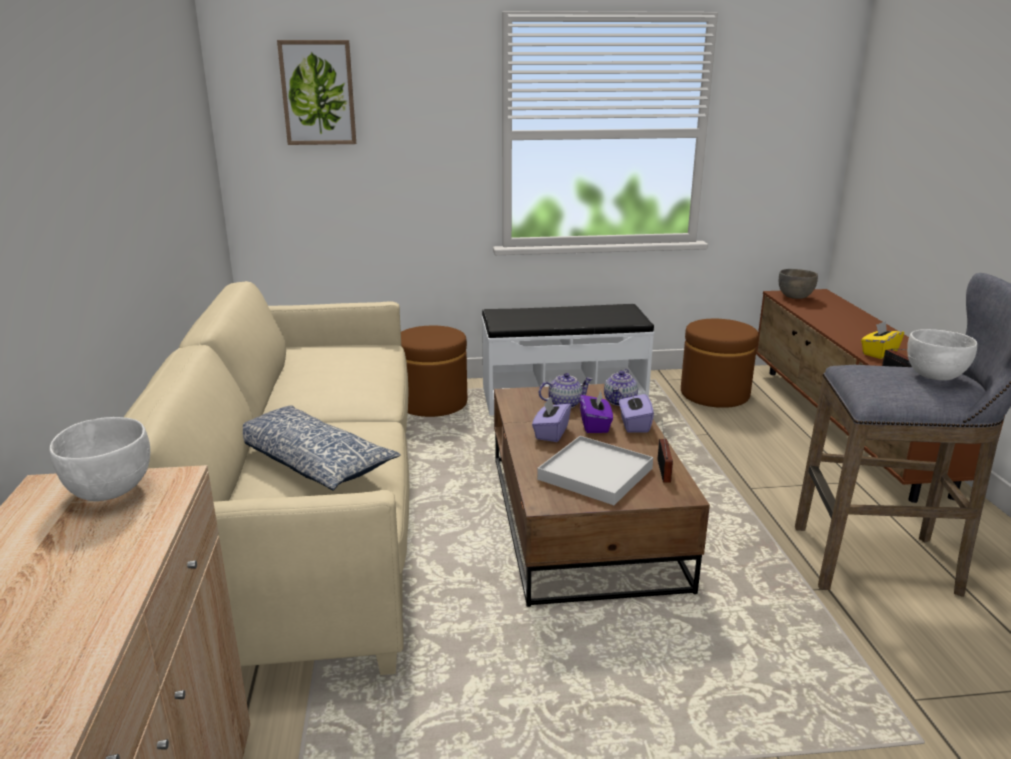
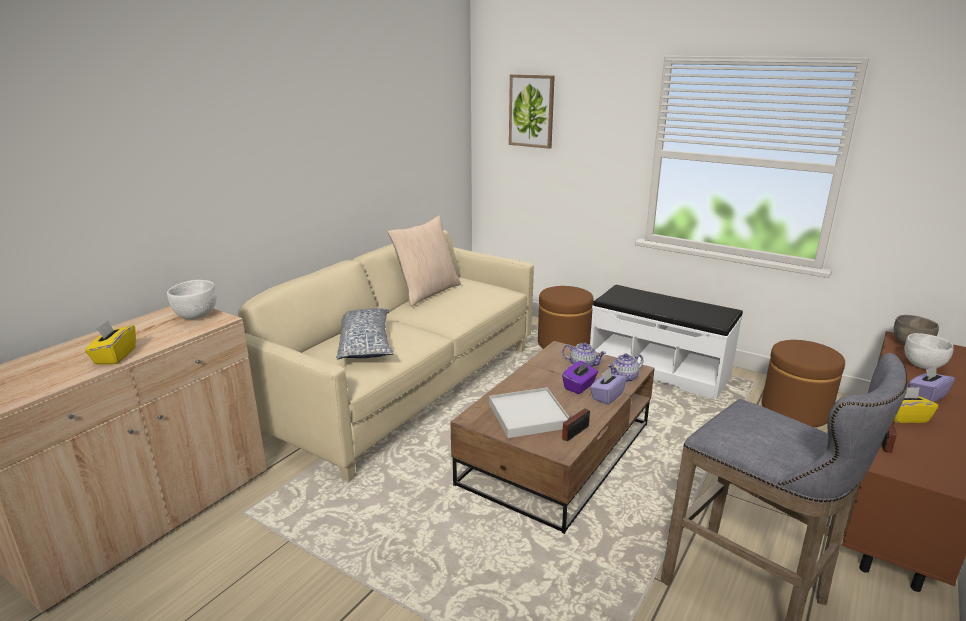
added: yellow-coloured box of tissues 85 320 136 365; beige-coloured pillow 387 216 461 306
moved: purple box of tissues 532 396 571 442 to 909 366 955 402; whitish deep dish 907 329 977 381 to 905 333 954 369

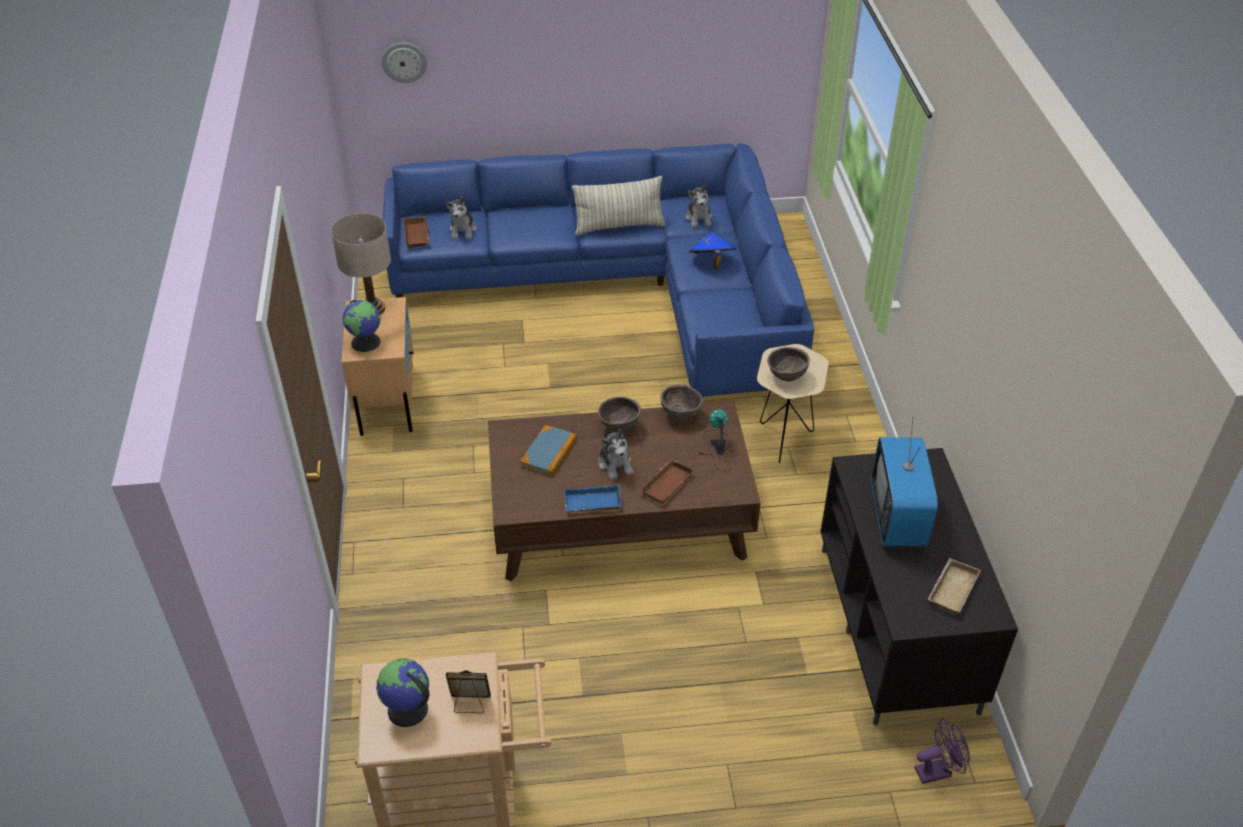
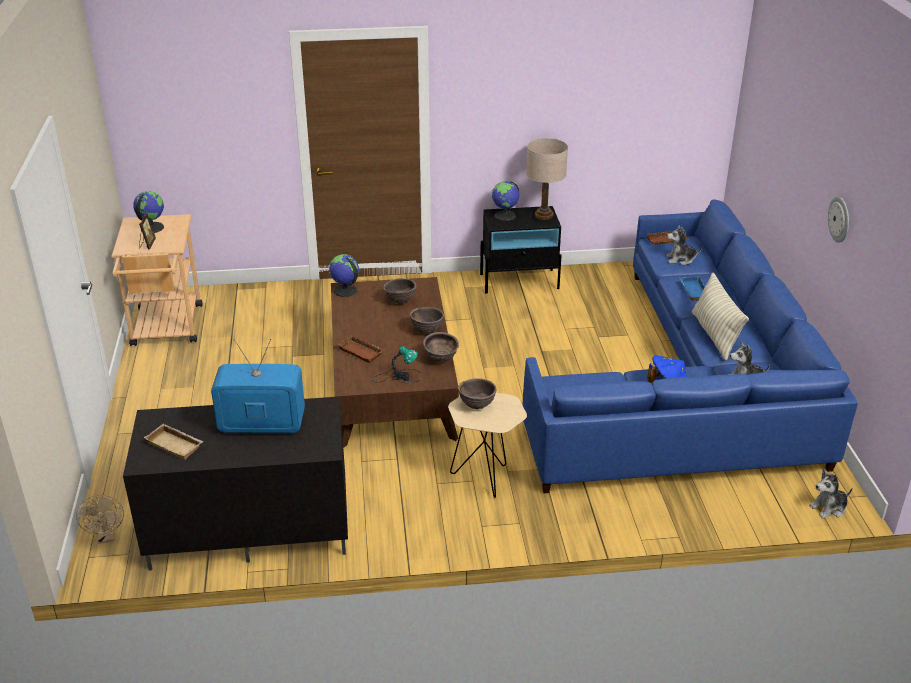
added: globe 329 254 359 297
moved: clock on the wall 382 42 427 83 to 828 196 849 243; blue carrying tray 564 484 622 512 to 680 276 705 301; plush toy 598 429 633 480 to 809 469 853 519
replaced: bound book 520 425 577 477 to brown deep dish 383 278 417 304
recoloured: beige-coloured bedside table 342 297 414 436 to blackish bedside table 480 206 562 294; purple cooling fan 915 719 970 784 to beige-coloured cooling fan 76 495 124 544

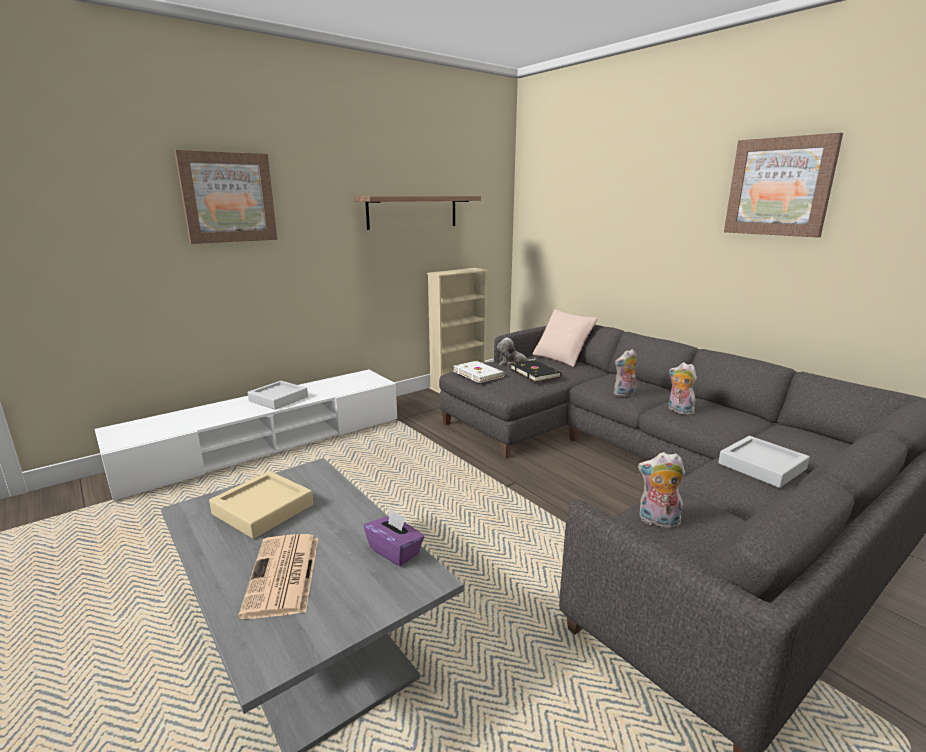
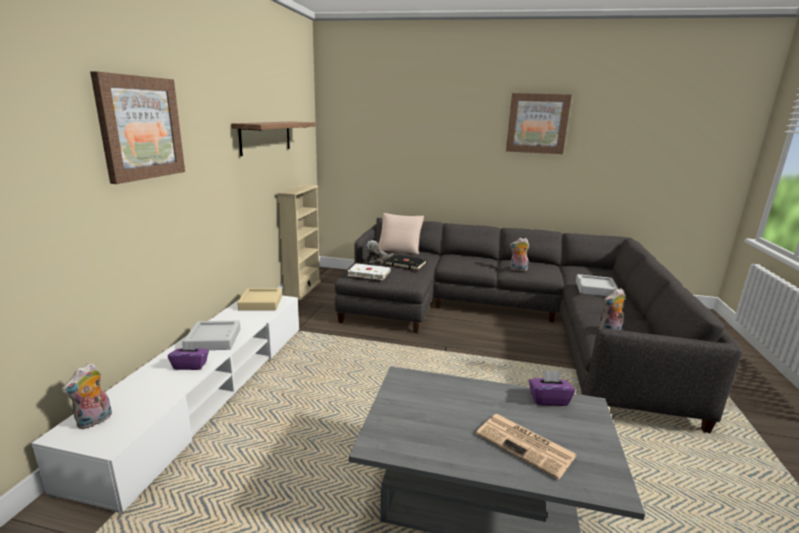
added: purple box of tissues 168 341 209 370
moved: beige-coloured carrying tray 209 471 313 539 to 237 288 282 310; plush toy 614 349 637 397 to 61 363 112 429

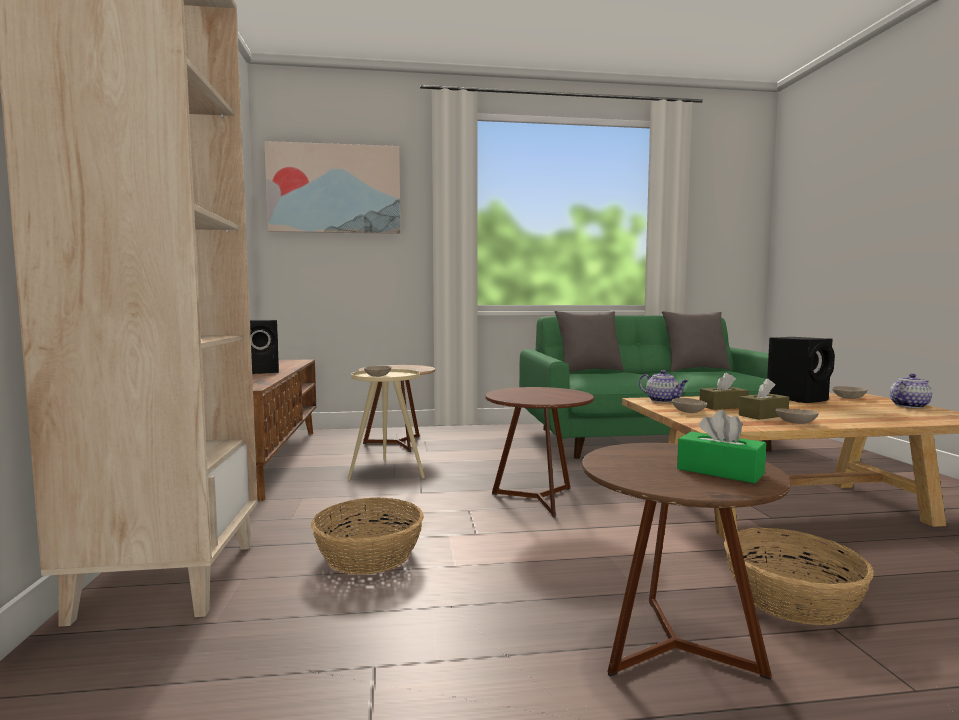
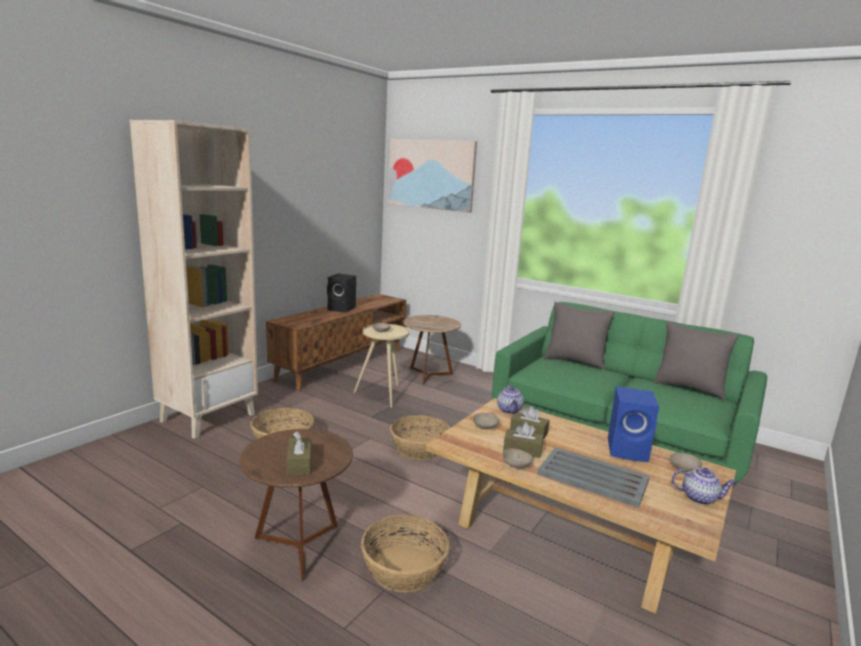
added: greyish carrying tray 537 447 650 508
replaced: brown accent table 485 387 594 518 to basket 390 415 450 460
recoloured: green box of tissues 677 410 766 484 to brown box of tissues 286 432 311 476; blackish loudspeaker 767 337 835 403 to blue loudspeaker 608 386 659 462

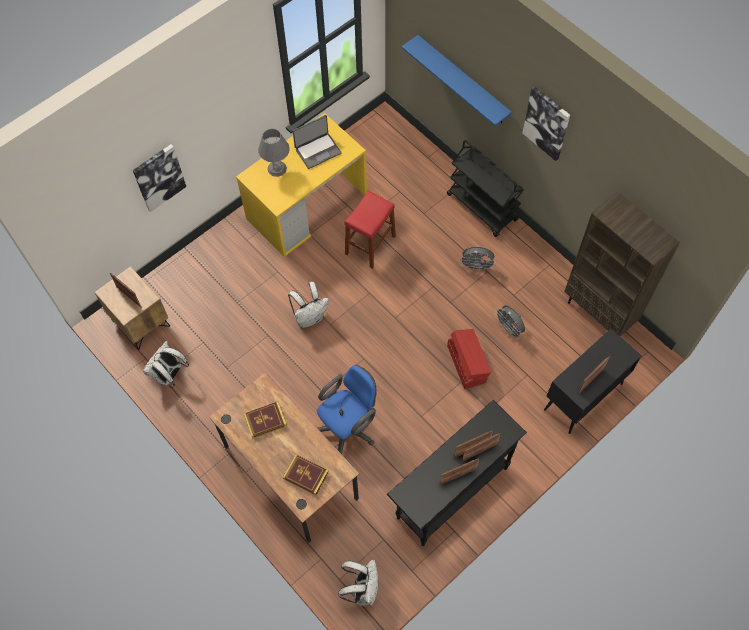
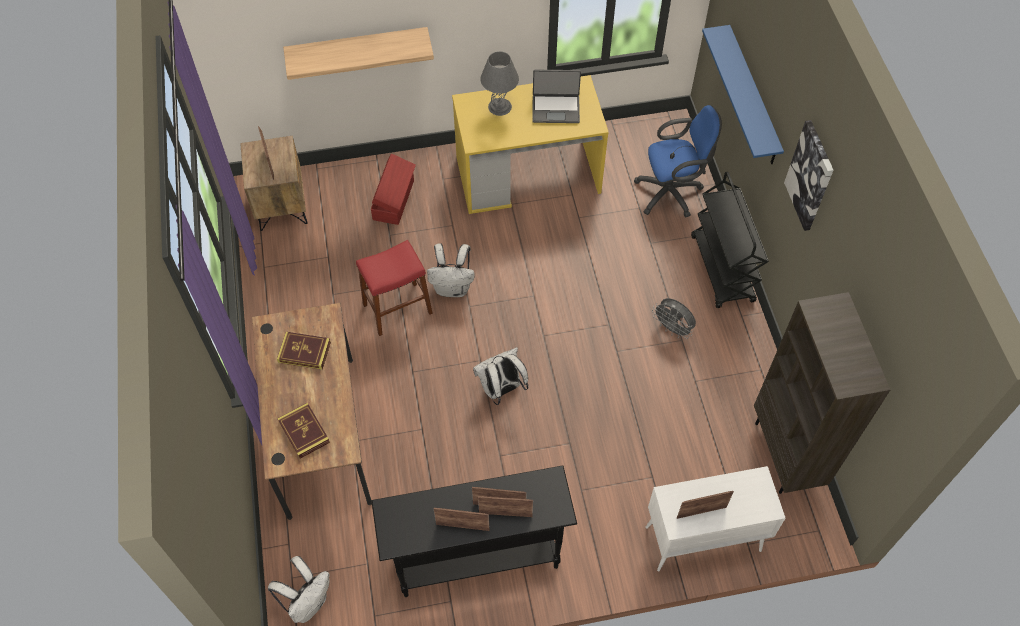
removed: greyish cooling fan 494 305 525 340
moved: whitish rucksack 143 341 189 388 to 473 347 528 405; blue desk chair 317 365 376 454 to 634 105 722 217; red stool 344 191 396 269 to 356 240 433 336; red storage box 447 329 492 389 to 371 153 416 225
replaced: wall art 133 144 186 212 to shelf 283 27 434 80
recoloured: blackish storage cabinet 544 329 642 434 to whitish storage cabinet 645 466 786 572

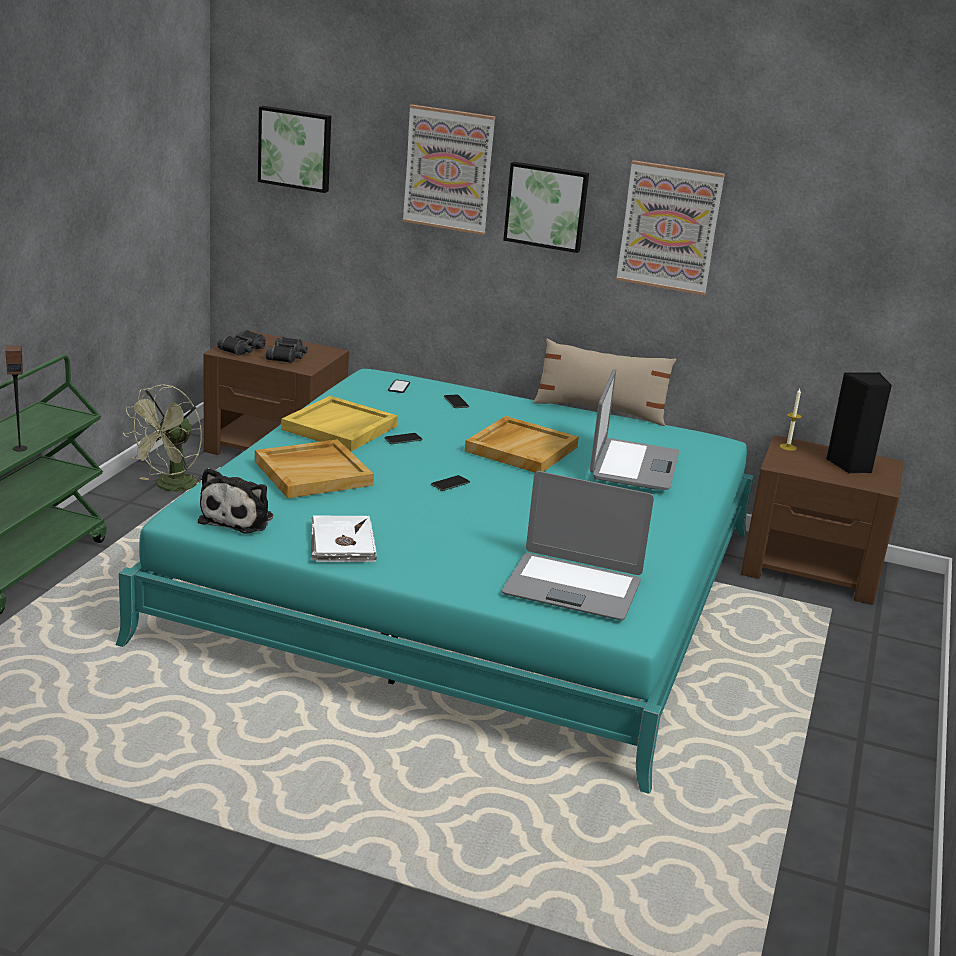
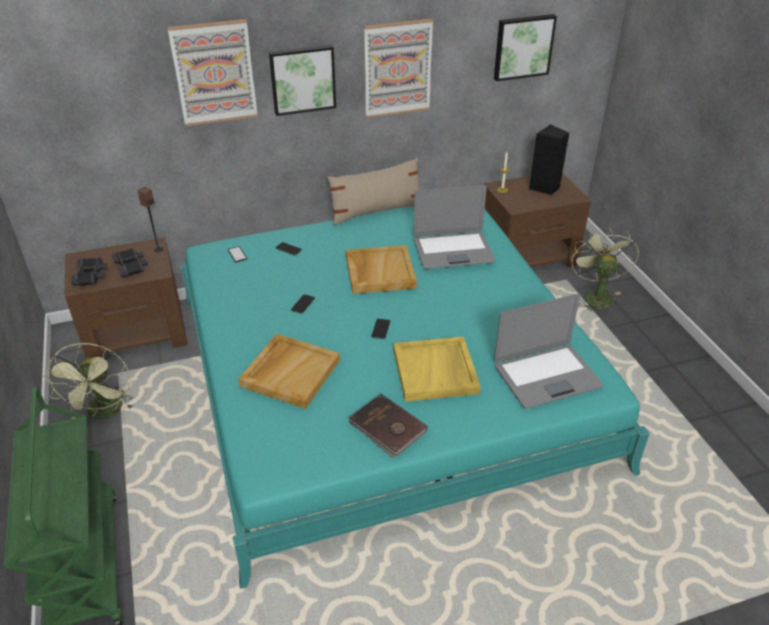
removed: plush toy 198 468 273 534
added: green cooling fan 571 227 639 314
moved: loudspeaker 6 346 27 451 to 137 187 163 252; wall art 258 106 331 193 to 494 14 557 81; yellow-coloured carrying tray 281 396 398 451 to 394 336 481 402
recoloured: whitish bound book 311 516 377 562 to brown bound book 348 394 427 458
turned: laptop 590 369 679 490 = 414 185 496 269 105 degrees clockwise

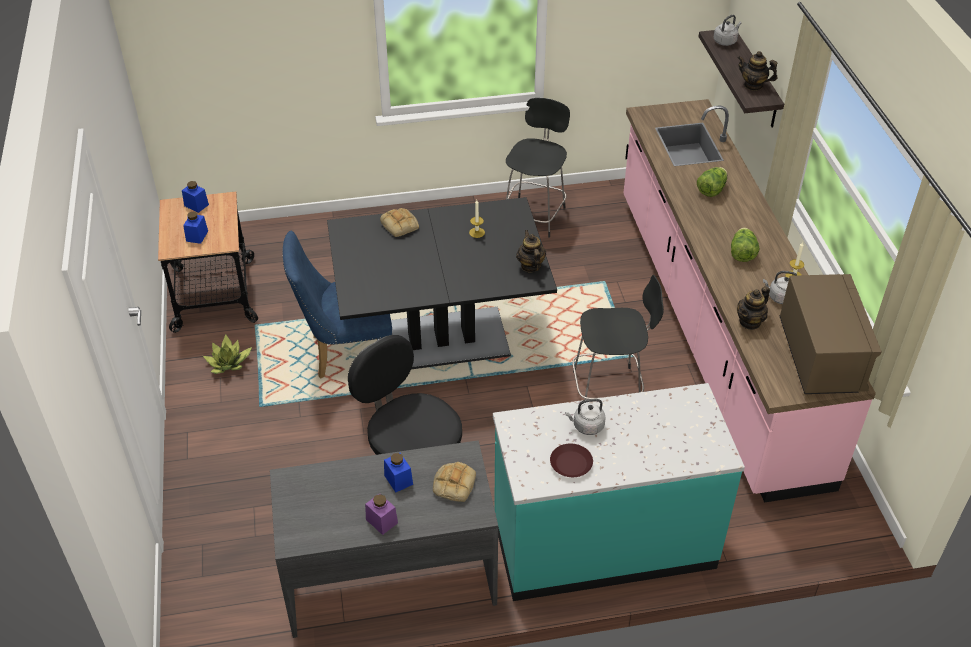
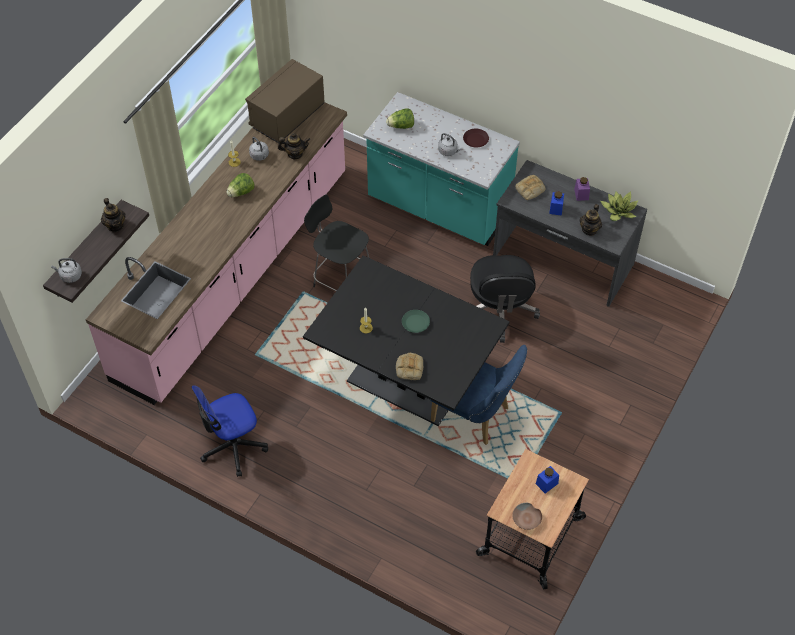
added: green flat dish 402 310 430 333
moved: plant in a pot 203 334 252 374 to 600 191 639 221; tea pot 516 230 546 272 to 580 204 602 236; head of lettuce 697 167 727 197 to 386 108 414 129
replaced: blue jar 182 181 209 213 to brown deep dish 512 503 542 530; blackish stool 506 98 570 238 to desk chair 191 385 268 477

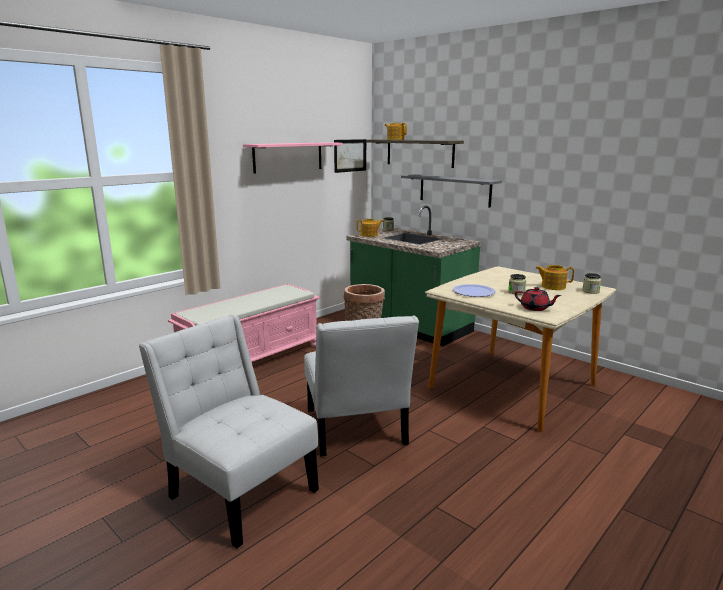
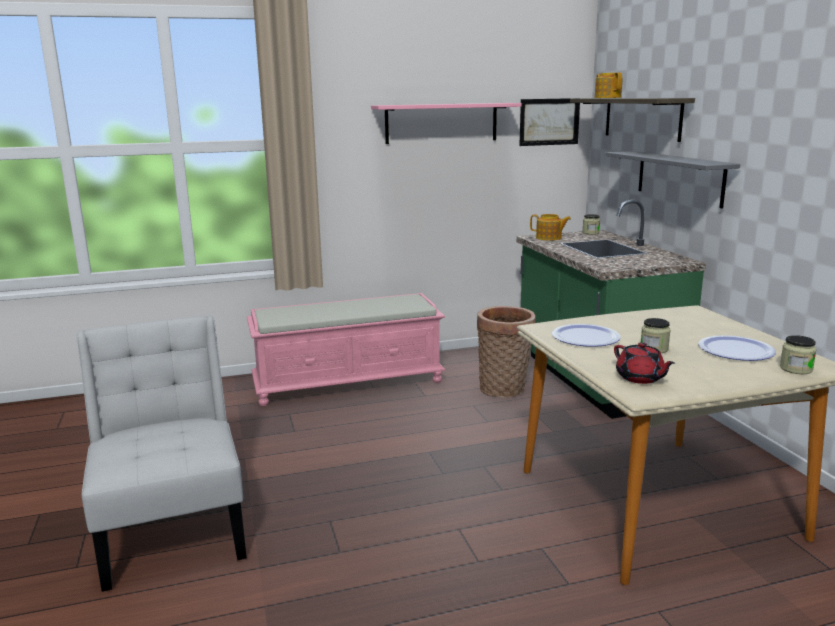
removed: whitish upright chair 304 315 419 456
replaced: tea pot 535 265 574 290 to flat dish 698 335 776 361

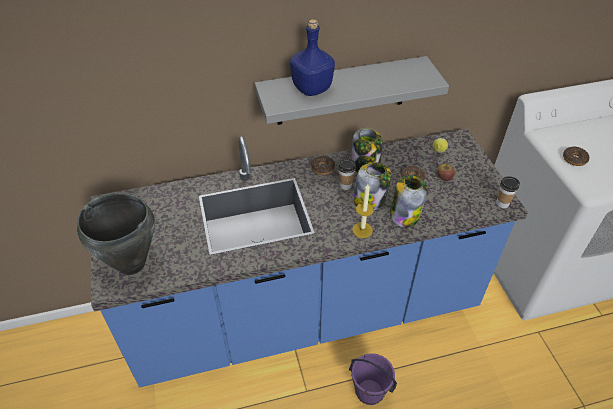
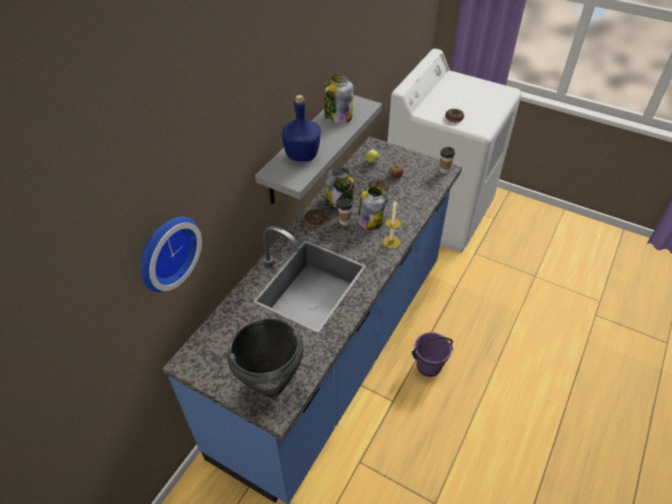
added: clock on the wall 141 217 202 292
moved: jar 389 175 428 227 to 324 75 353 124

